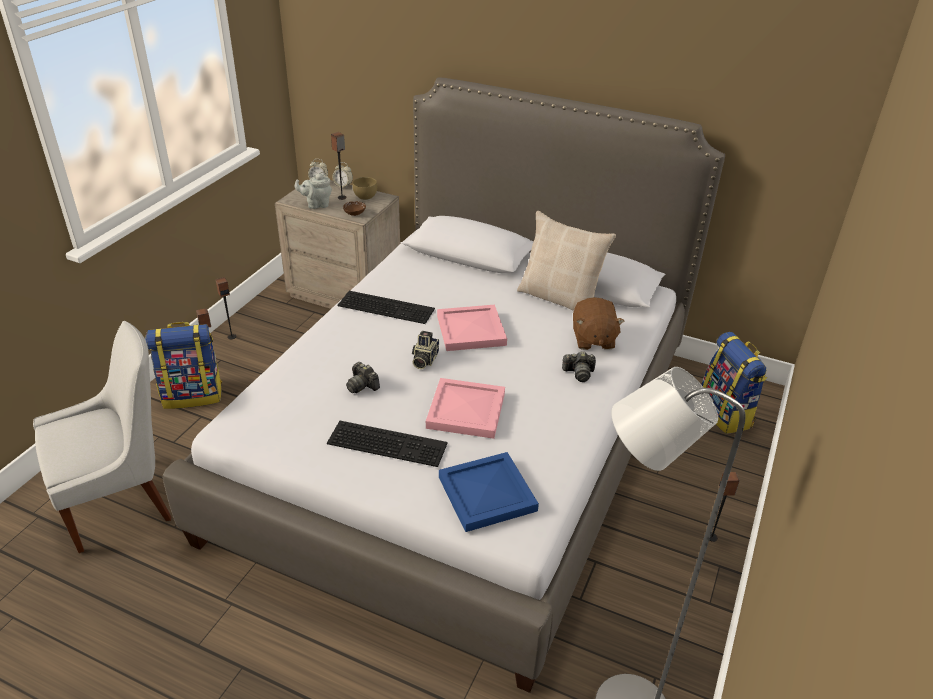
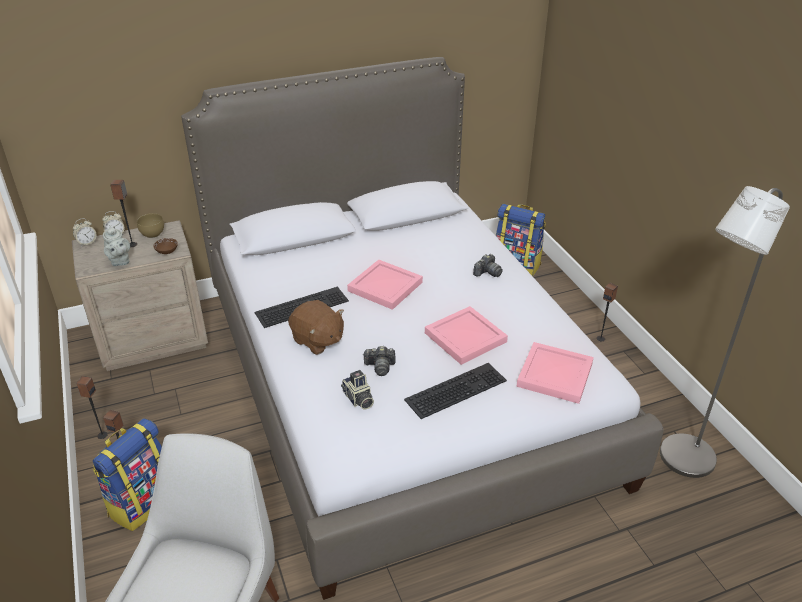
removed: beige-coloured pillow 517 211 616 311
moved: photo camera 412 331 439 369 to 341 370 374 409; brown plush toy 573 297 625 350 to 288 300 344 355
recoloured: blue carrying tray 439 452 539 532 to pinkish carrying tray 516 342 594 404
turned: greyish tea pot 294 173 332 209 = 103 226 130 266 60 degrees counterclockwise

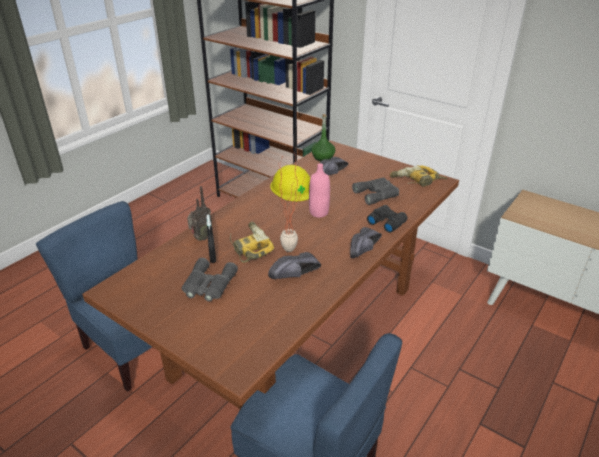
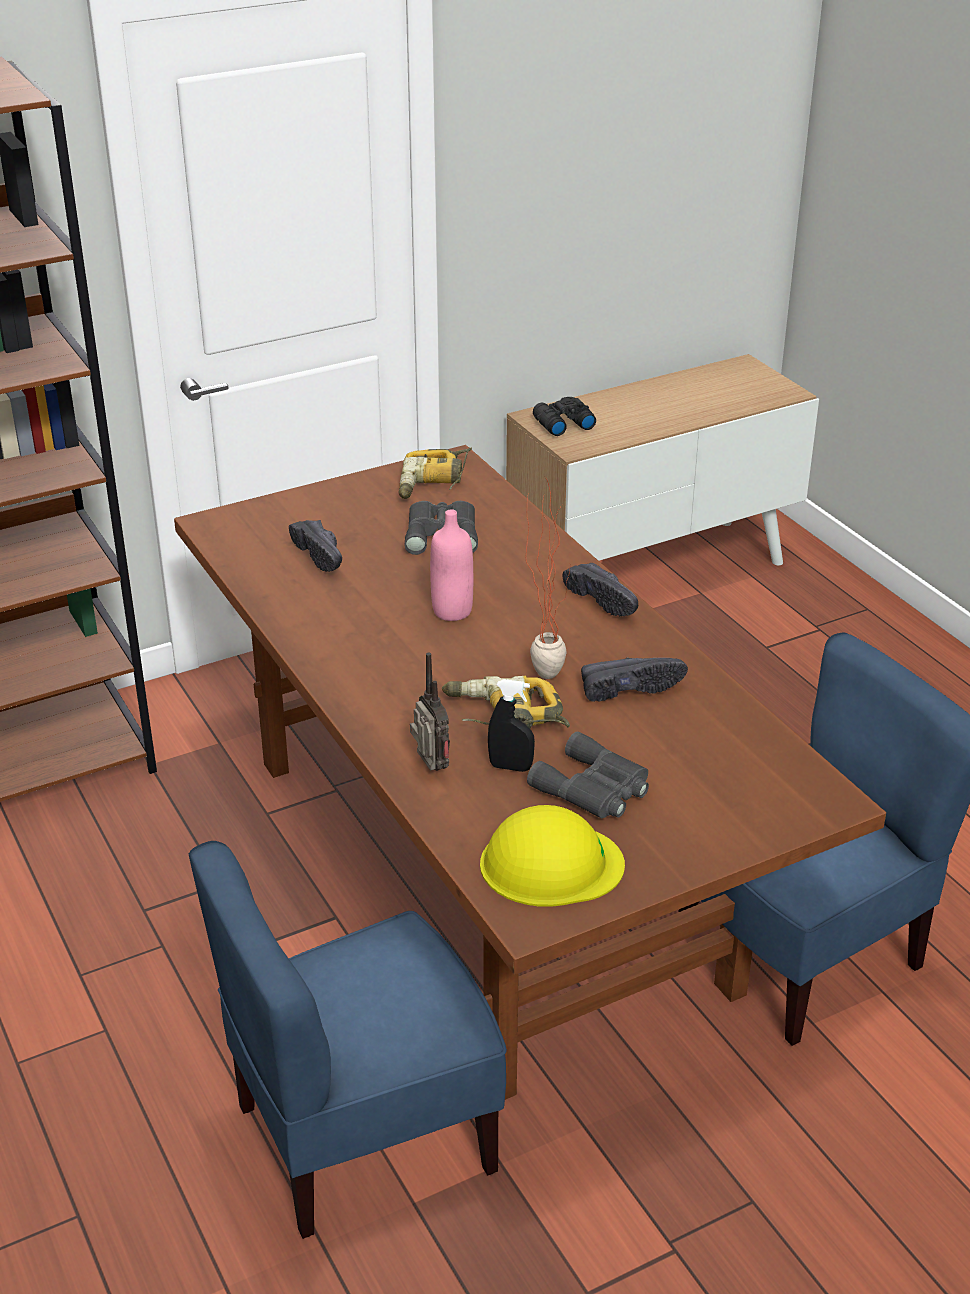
removed: green drink bottle 311 114 335 161
moved: yellow-coloured safety helmet 270 165 310 201 to 480 805 625 907; blackish pair of binoculars 367 205 407 233 to 533 397 596 436
turned: blackish low shoe 268 252 321 279 = 581 658 688 702 90 degrees counterclockwise

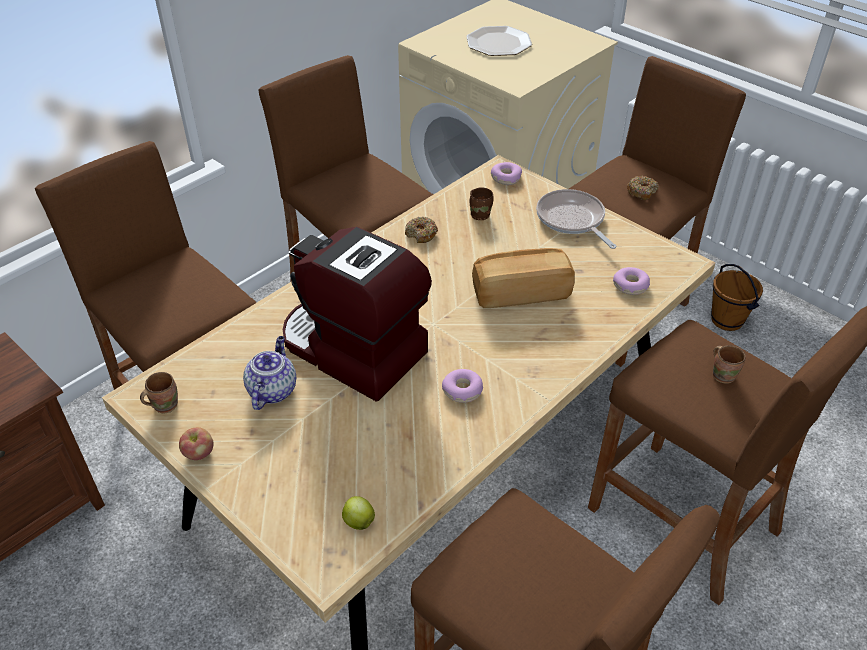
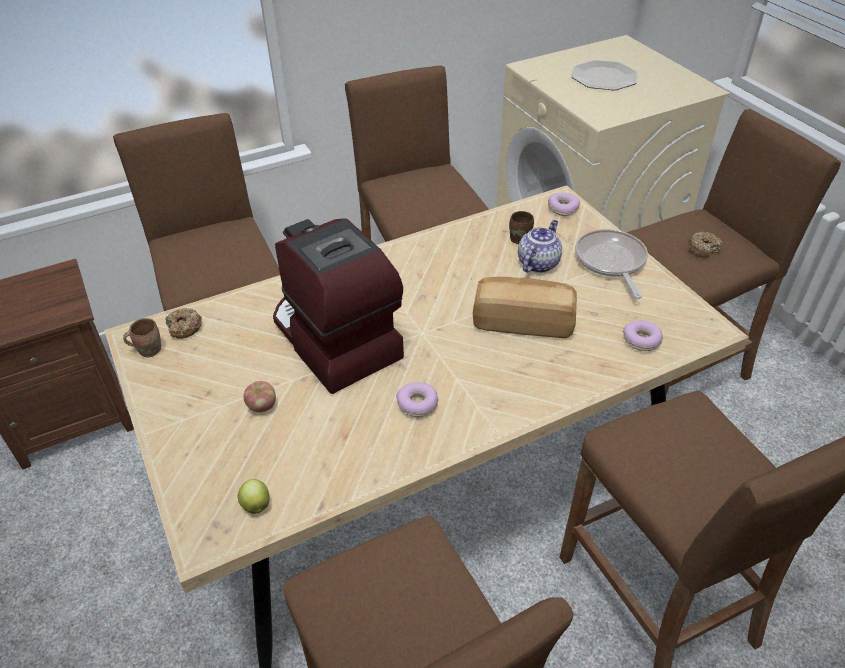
removed: brown bucket 711 264 763 331; brown coffee mug 713 345 746 384
moved: apple fruit 179 427 214 460 to 243 381 276 412; tea pot 243 336 296 410 to 518 220 562 273; donut 405 217 438 243 to 165 308 202 339

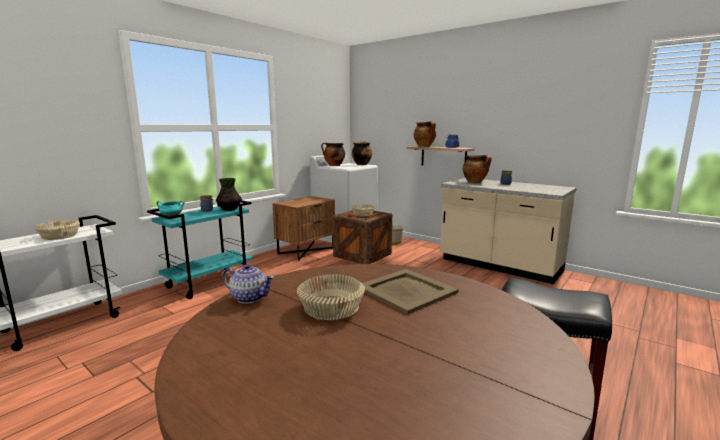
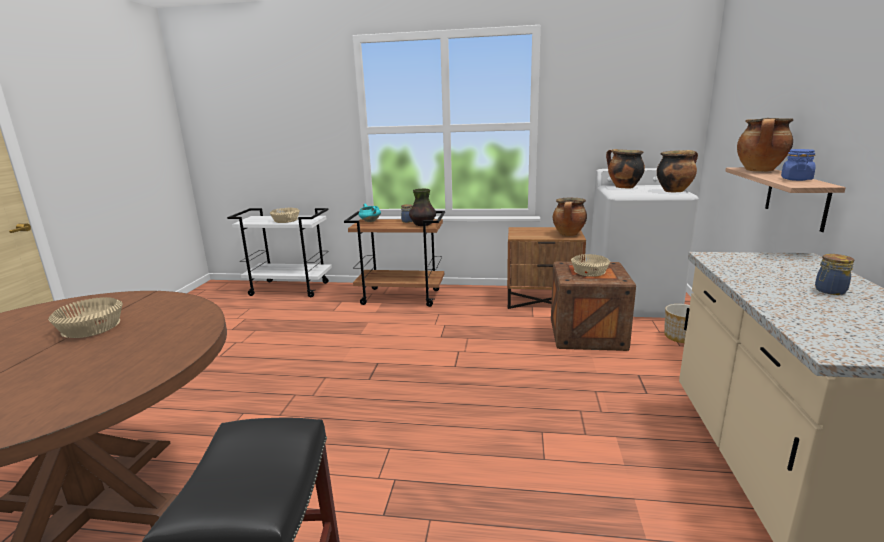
removed: tea pot 222 264 274 304; beige-coloured carrying tray 362 269 459 315
moved: cooking pot 463 155 491 183 to 553 198 587 236
recoloured: turquoise wheeled cart 147 200 252 299 to brown wheeled cart 344 211 445 307

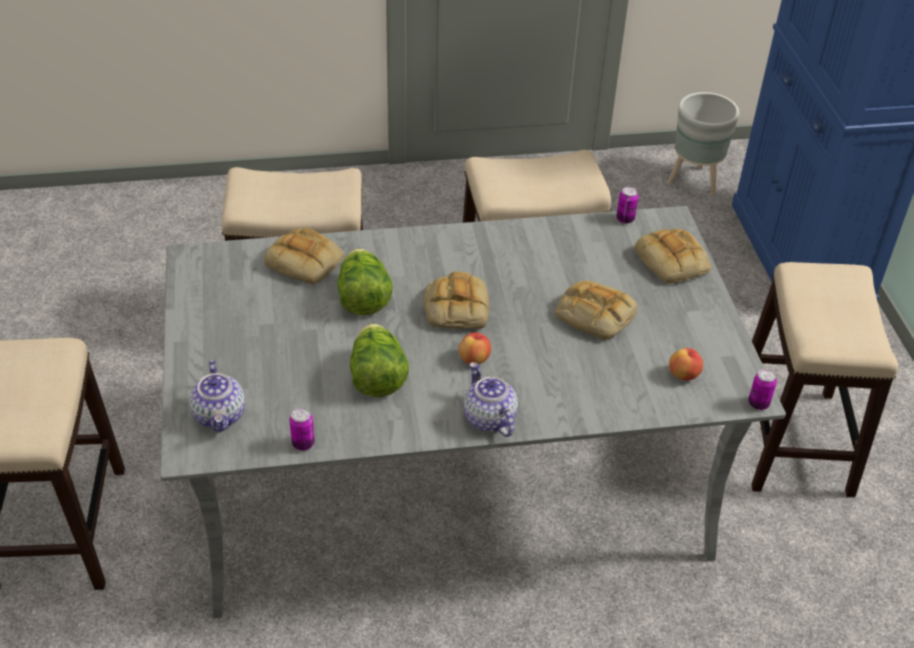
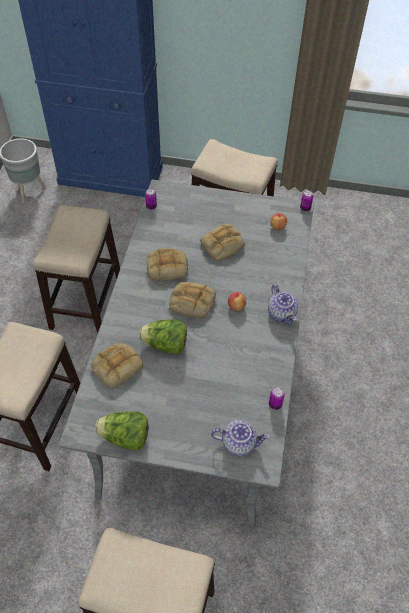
moved: head of lettuce 350 324 409 397 to 95 411 148 451; bakery bread 635 228 711 284 to 146 248 188 281
turned: tea pot 464 362 518 437 = 268 284 298 324 105 degrees counterclockwise

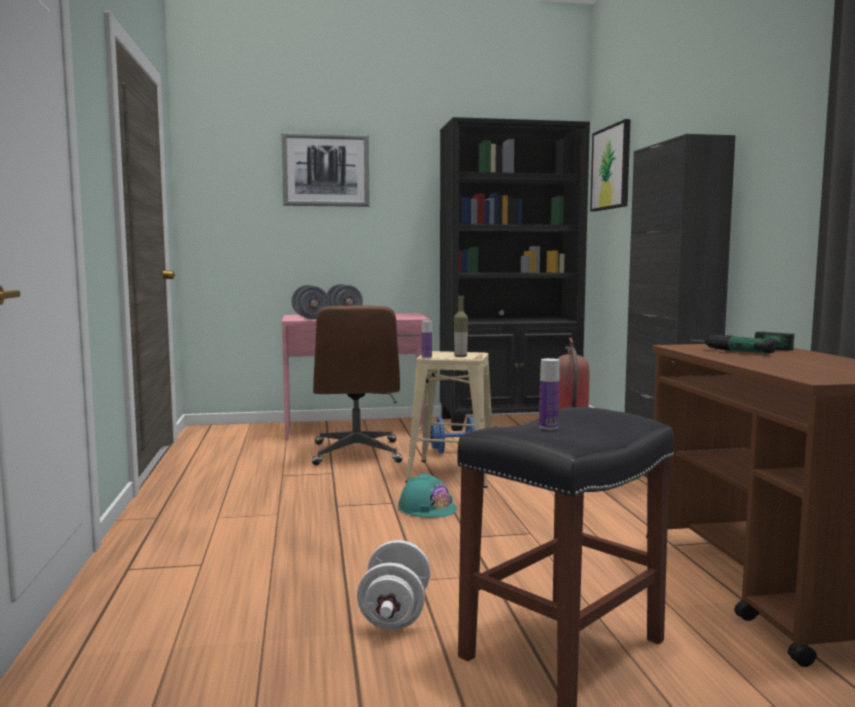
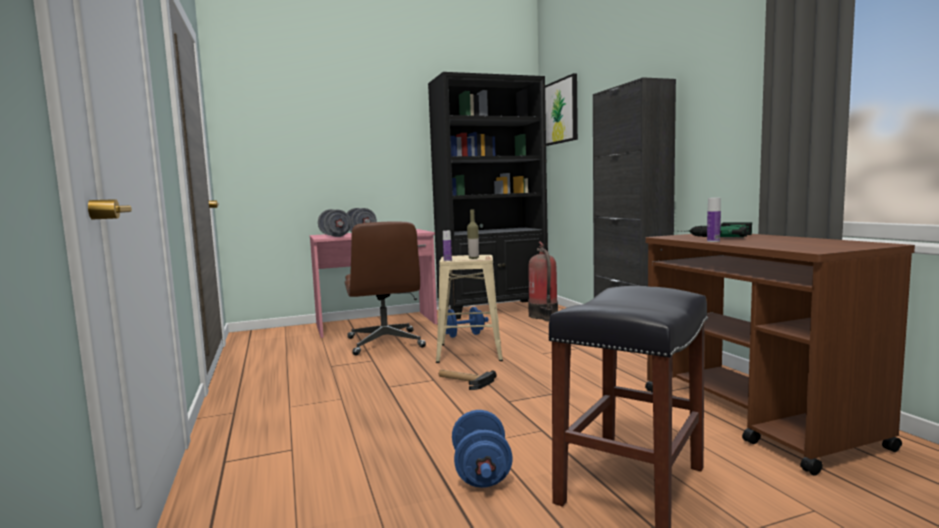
removed: wall art 281 132 370 207
moved: drink bottle 539 358 560 430 to 707 198 721 242
replaced: turquoise safety helmet 398 473 457 518 to hammer 439 369 497 390
recoloured: whitish dumbbell 357 540 431 630 to blue dumbbell 452 410 512 488

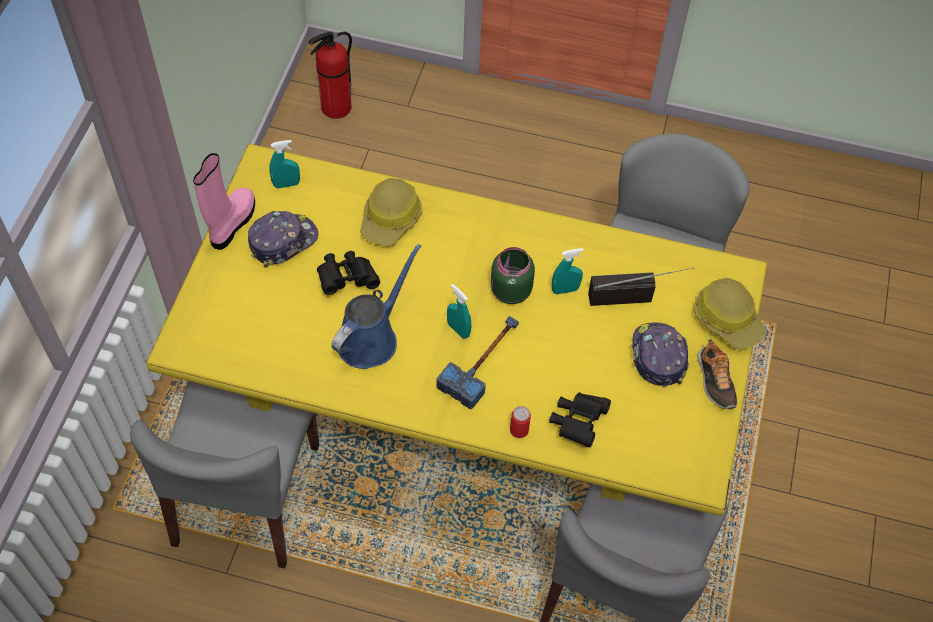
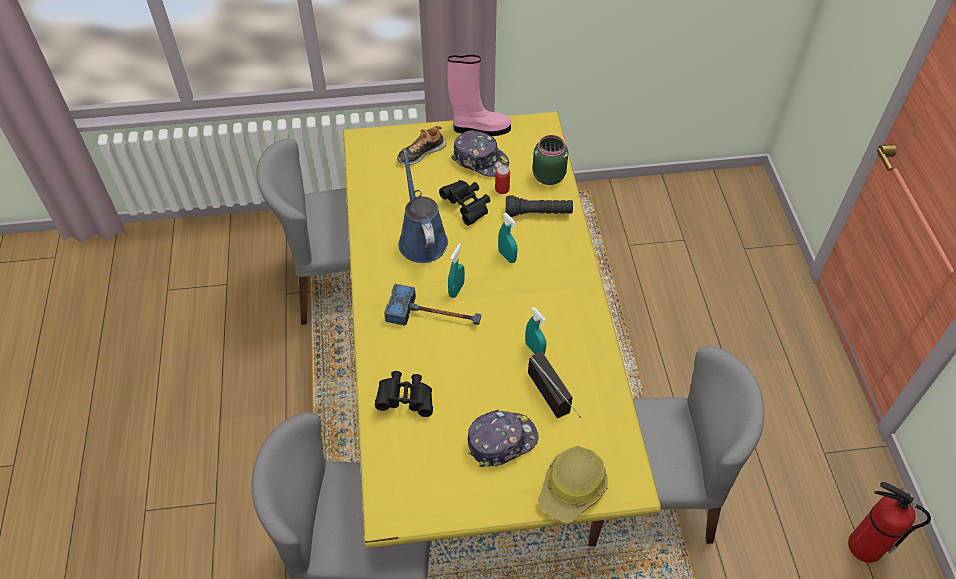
moved: turquoise spray bottle 269 140 300 188 to 498 213 518 263; fire-fighting cylinder 308 32 352 119 to 848 482 931 563; green jar 491 247 535 304 to 532 135 568 185; metal can 510 406 531 438 to 495 165 510 194; low shoe 698 339 737 409 to 397 126 446 165
replaced: safety helmet 360 178 422 247 to blackish torch 506 195 573 217
turned: blue watering can 331 244 421 369 = 399 149 448 263 120 degrees counterclockwise

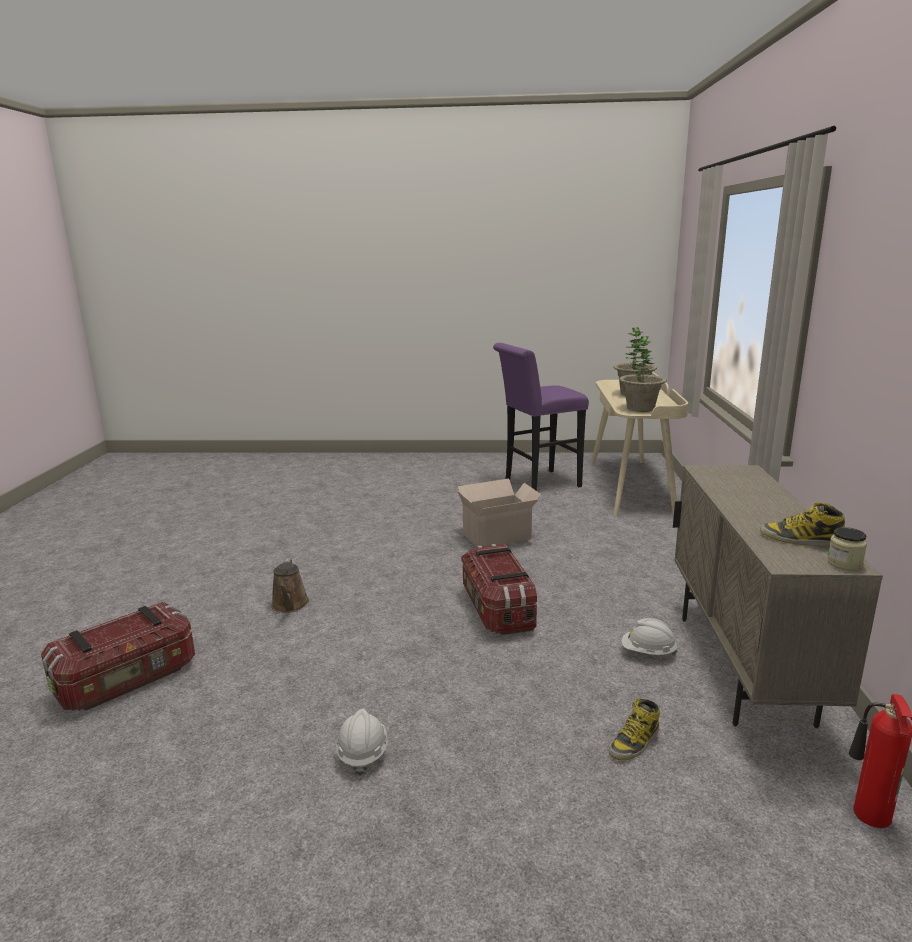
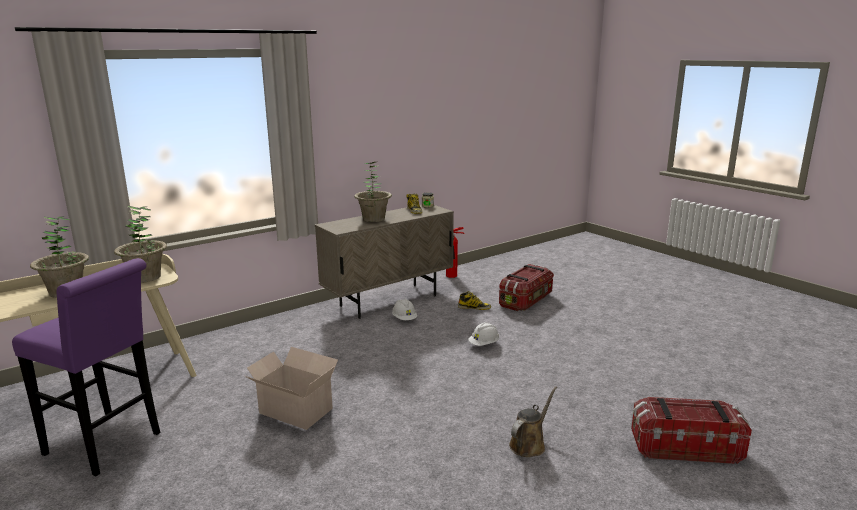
added: plant in a pot 354 161 392 222
moved: whitish safety helmet 336 709 388 776 to 468 322 499 346; storage box 461 544 537 635 to 499 264 554 311

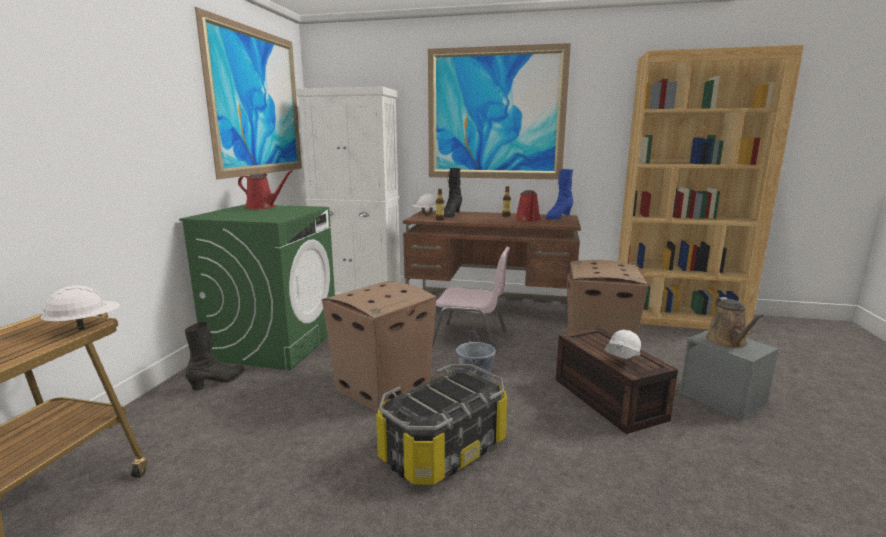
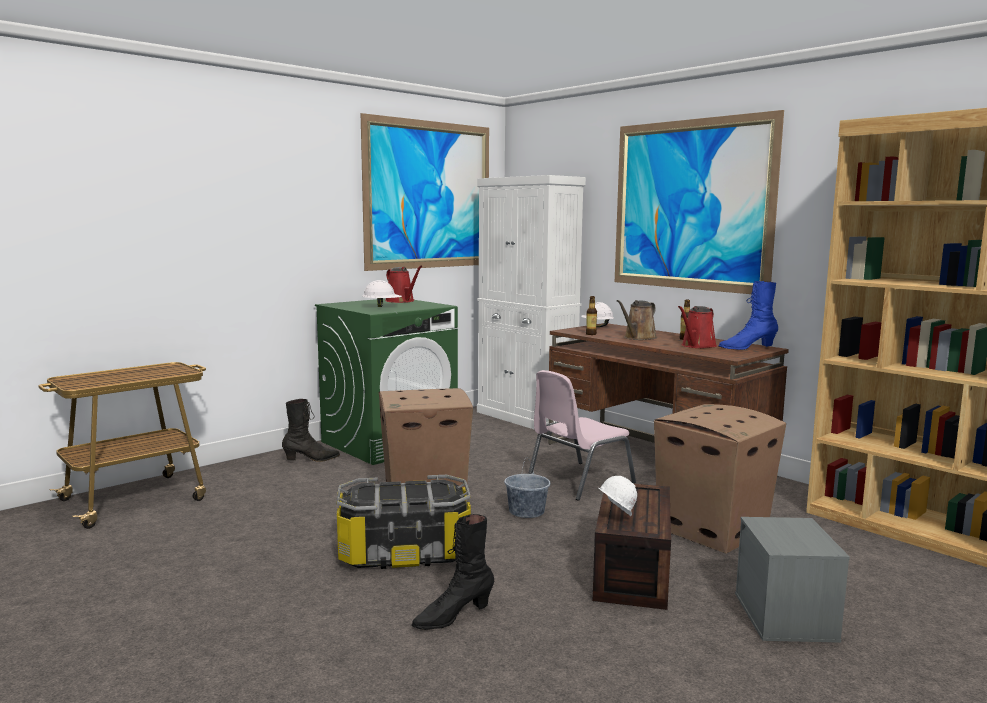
moved: whitish safety helmet 40 285 120 330 to 362 280 402 307; blackish boot 444 168 462 217 to 411 514 494 630; brown watering can 706 297 764 348 to 617 300 657 340
turned: pinkish upright chair 432 247 510 353 = 528 370 636 501 90 degrees clockwise

